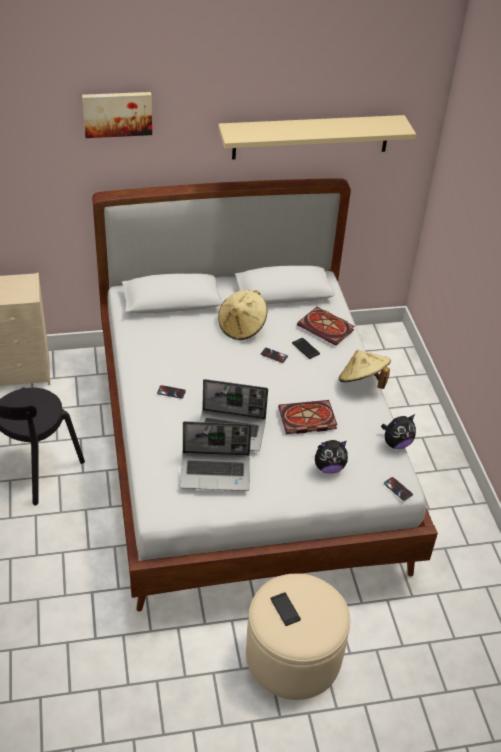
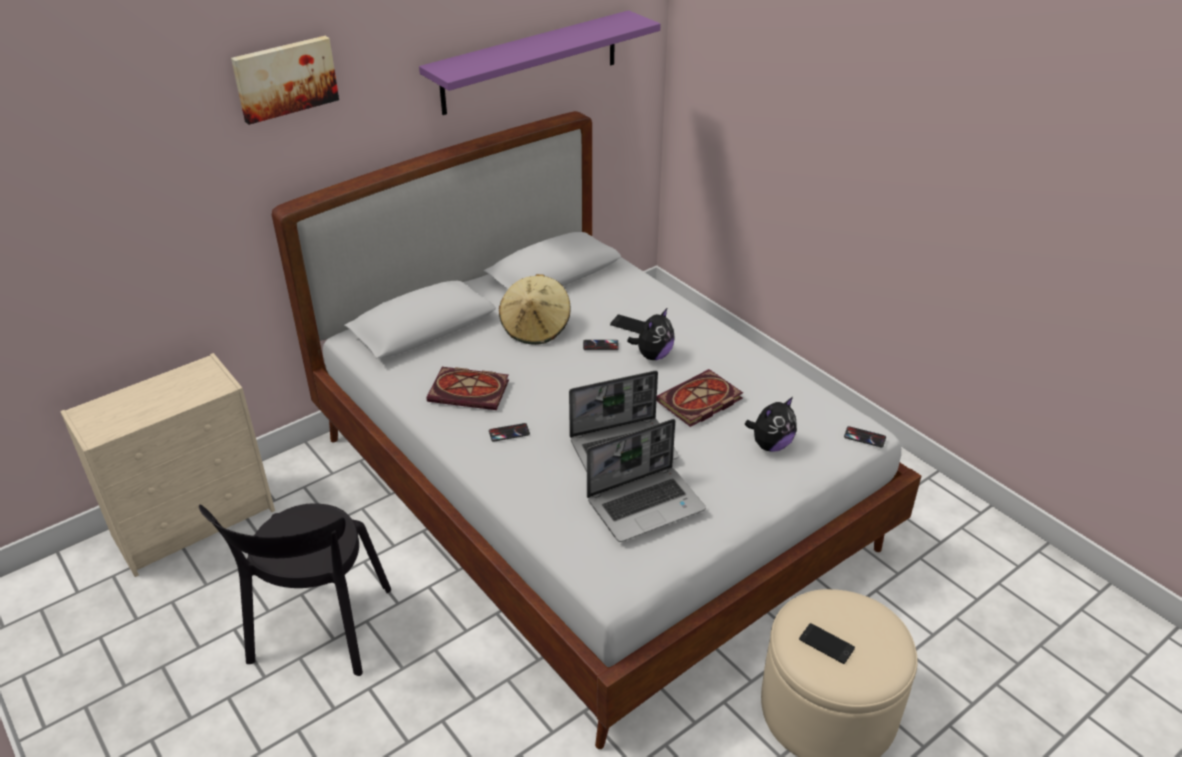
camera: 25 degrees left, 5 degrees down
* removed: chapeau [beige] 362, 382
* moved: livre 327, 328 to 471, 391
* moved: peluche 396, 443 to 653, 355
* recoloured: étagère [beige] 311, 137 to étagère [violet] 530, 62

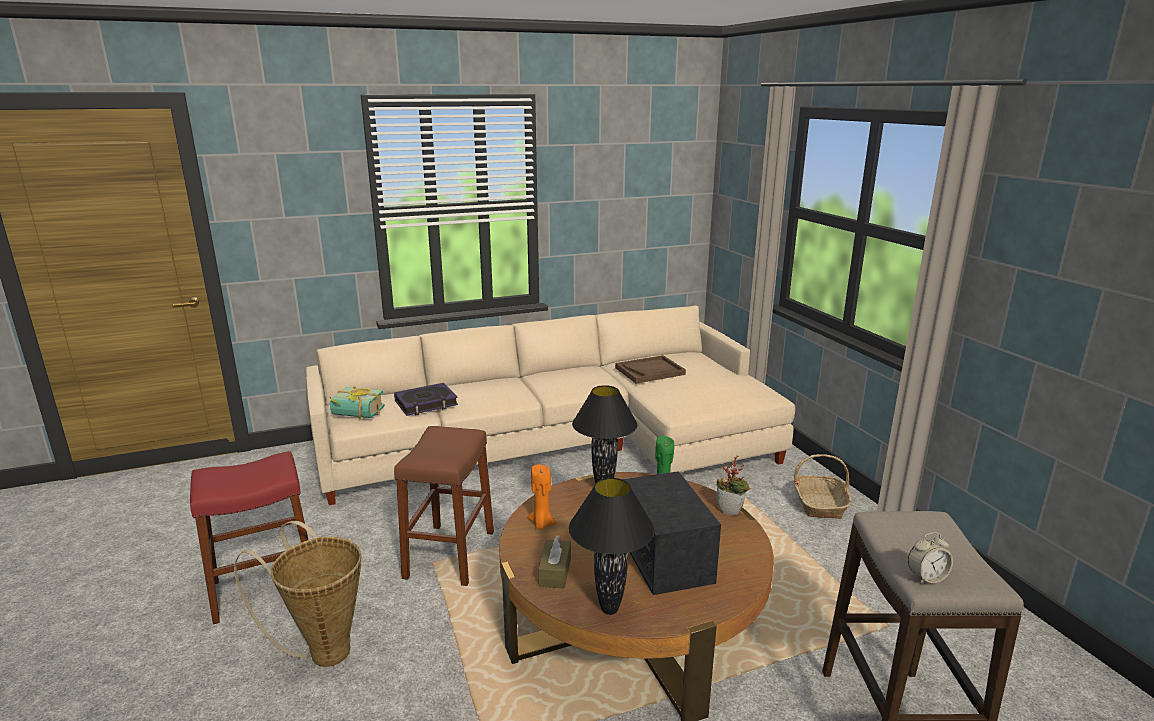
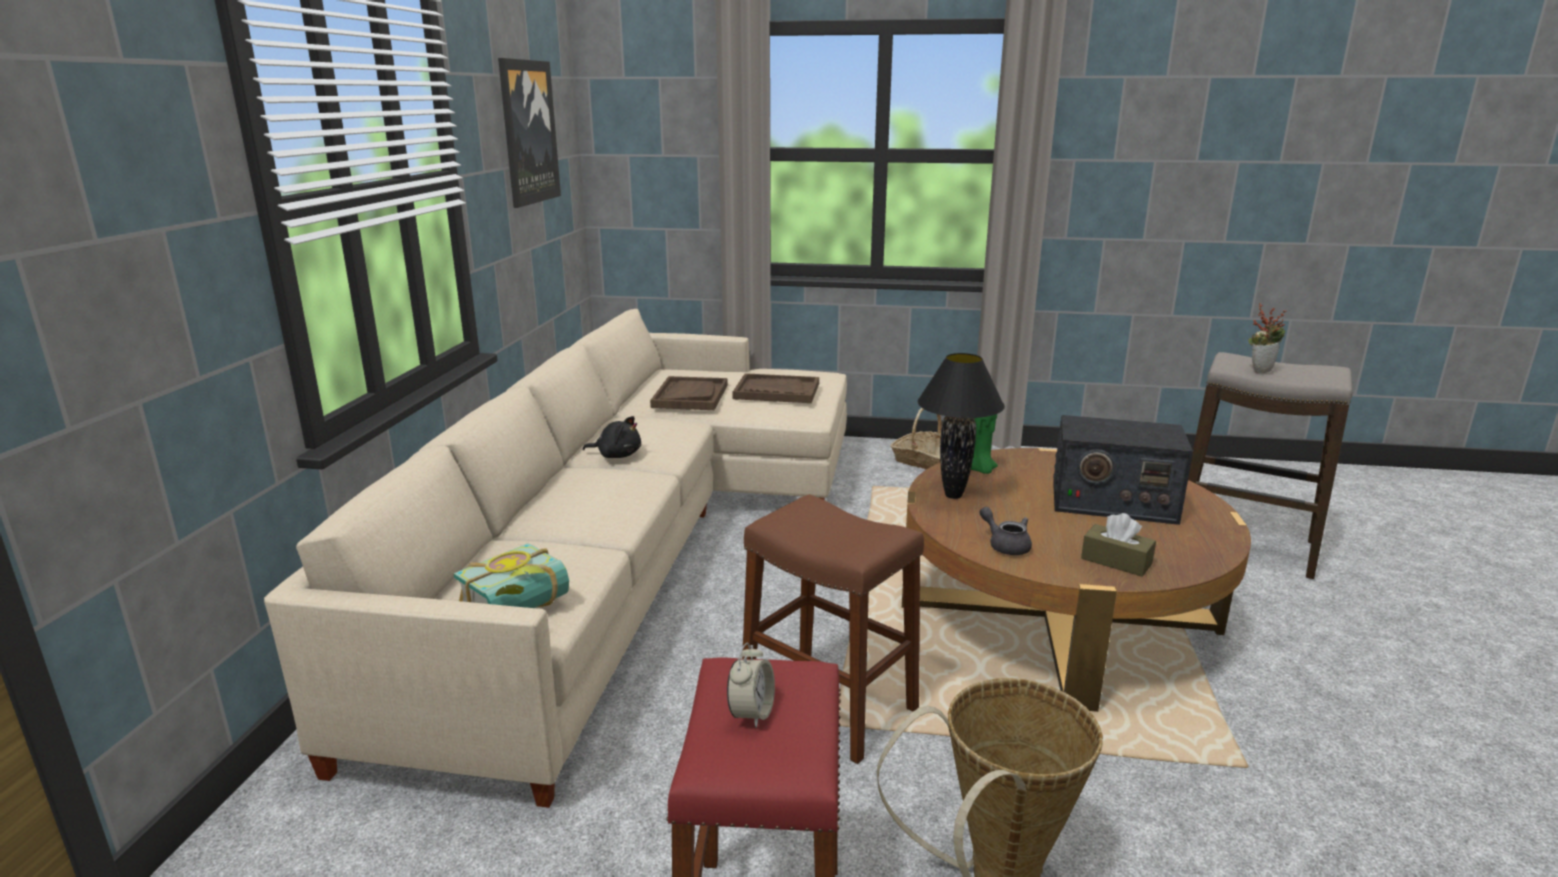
camera: 60 degrees left, 0 degrees up
* removed: livre 426, 403
* removed: lampe de table [noir] 609, 609
* added: tableau 528, 132
* added: peluche [noir] 617, 455
* added: plateau [marron] 776, 391
* moved: plante en pot 730, 511 to 1260, 370
* moved: réveil 926, 577 to 751, 713
* replaced: bougie [orange] 541, 524 to théière [gris] 1005, 545

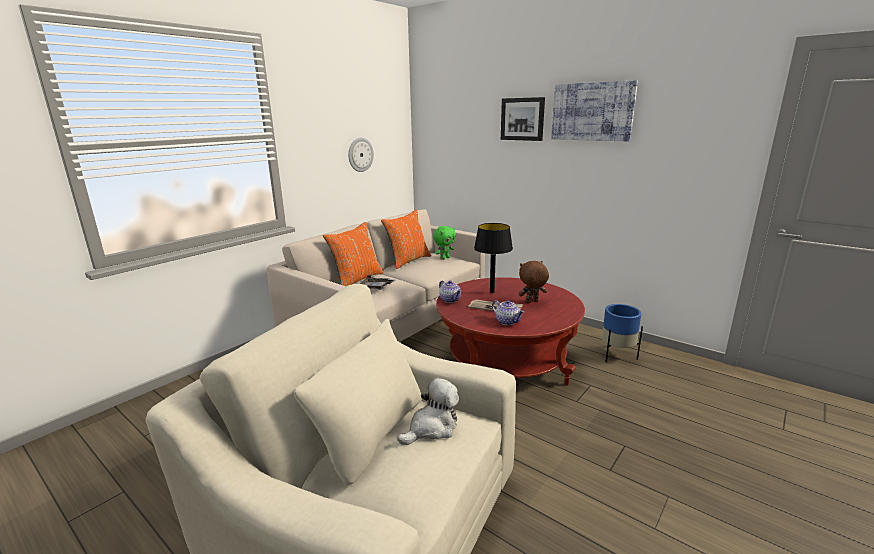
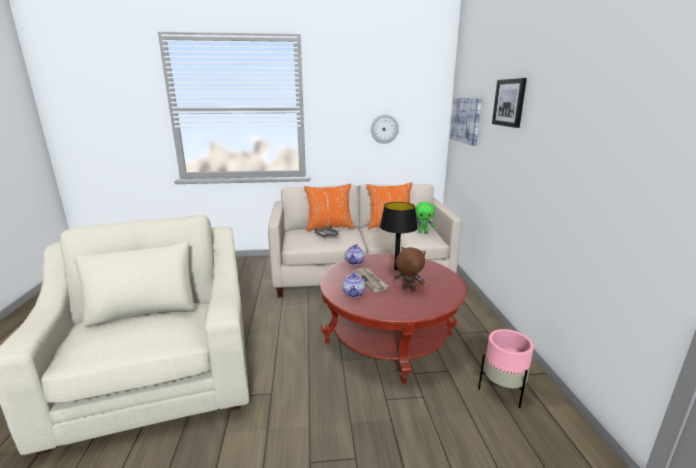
camera: 45 degrees right, 0 degrees up
* removed: peluche 432, 427
* moved: tableau 592, 111 to 465, 120
* recoloured: cache-pot [bleu] 616, 355 to cache-pot [rose] 501, 391

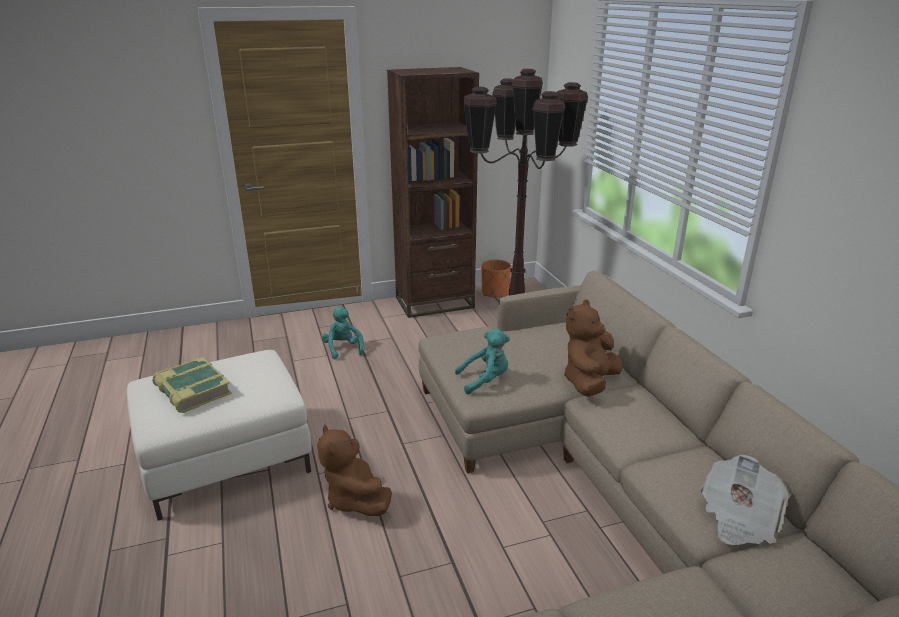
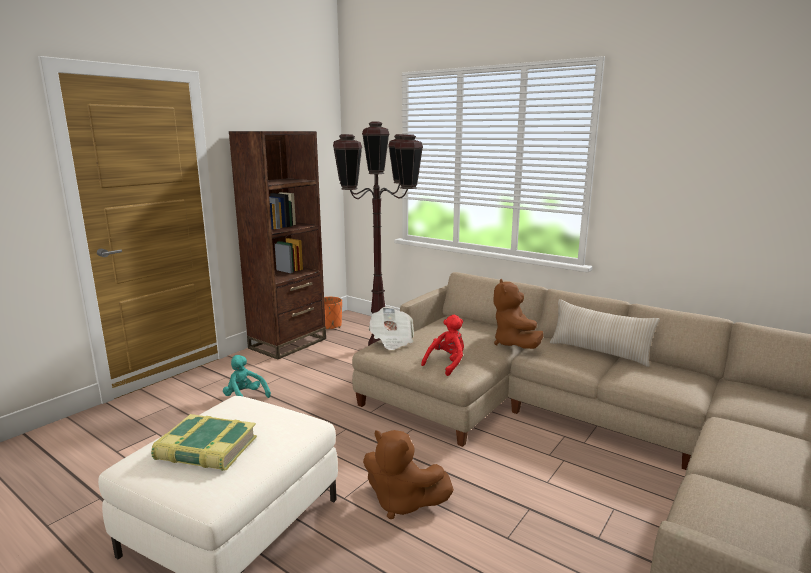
camera: 35 degrees left, 10 degrees down
* added: coussin [beige] 599, 352
* moved: journal 738, 518 to 391, 340
* recoloured: peluche [turquoise] 485, 380 to peluche [rouge] 447, 364

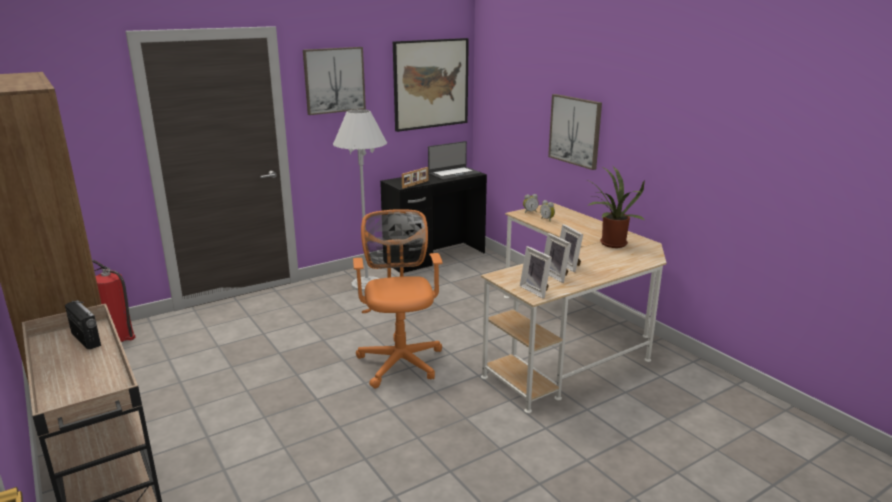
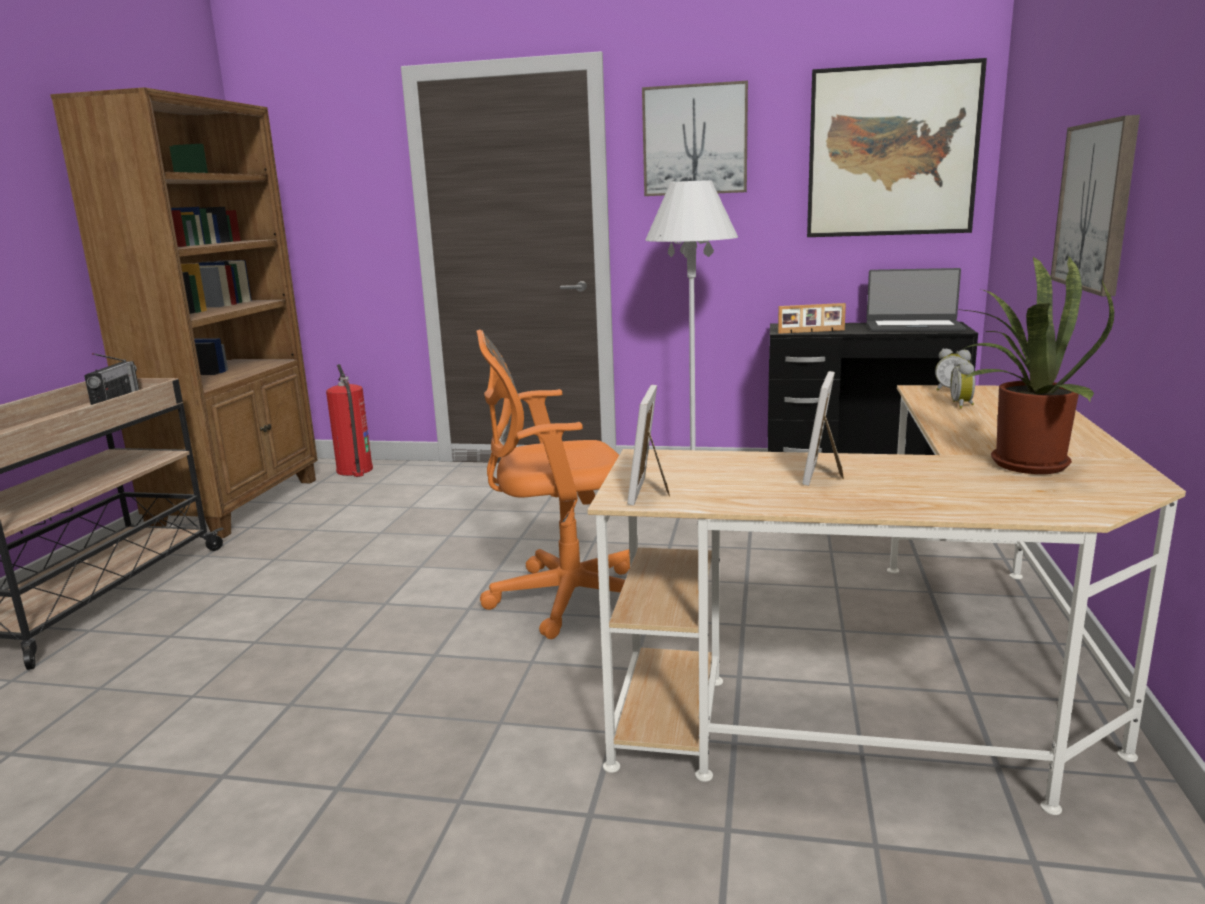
camera: 45 degrees right, 5 degrees down
* removed: cadre photo 556, 275
* turned: chaise de bureau [orange] 400, 360 = 563, 599 135 degrees counterclockwise

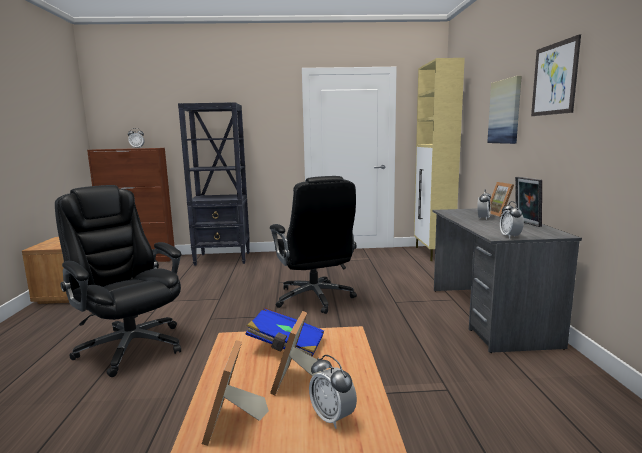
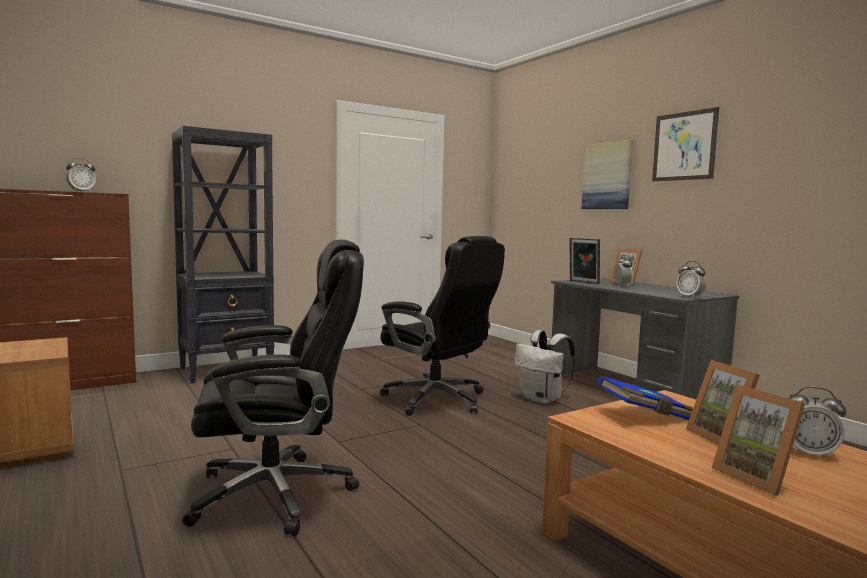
camera: 30 degrees left, 5 degrees down
* removed: meuble de rangement [beige] 433, 253
* added: sac à dos [blanc] 542, 399
* moved: cadre photo 526, 223 to 583, 282
* turned: chaise de bureau [noir] 131, 346 = 277, 494 150 degrees clockwise

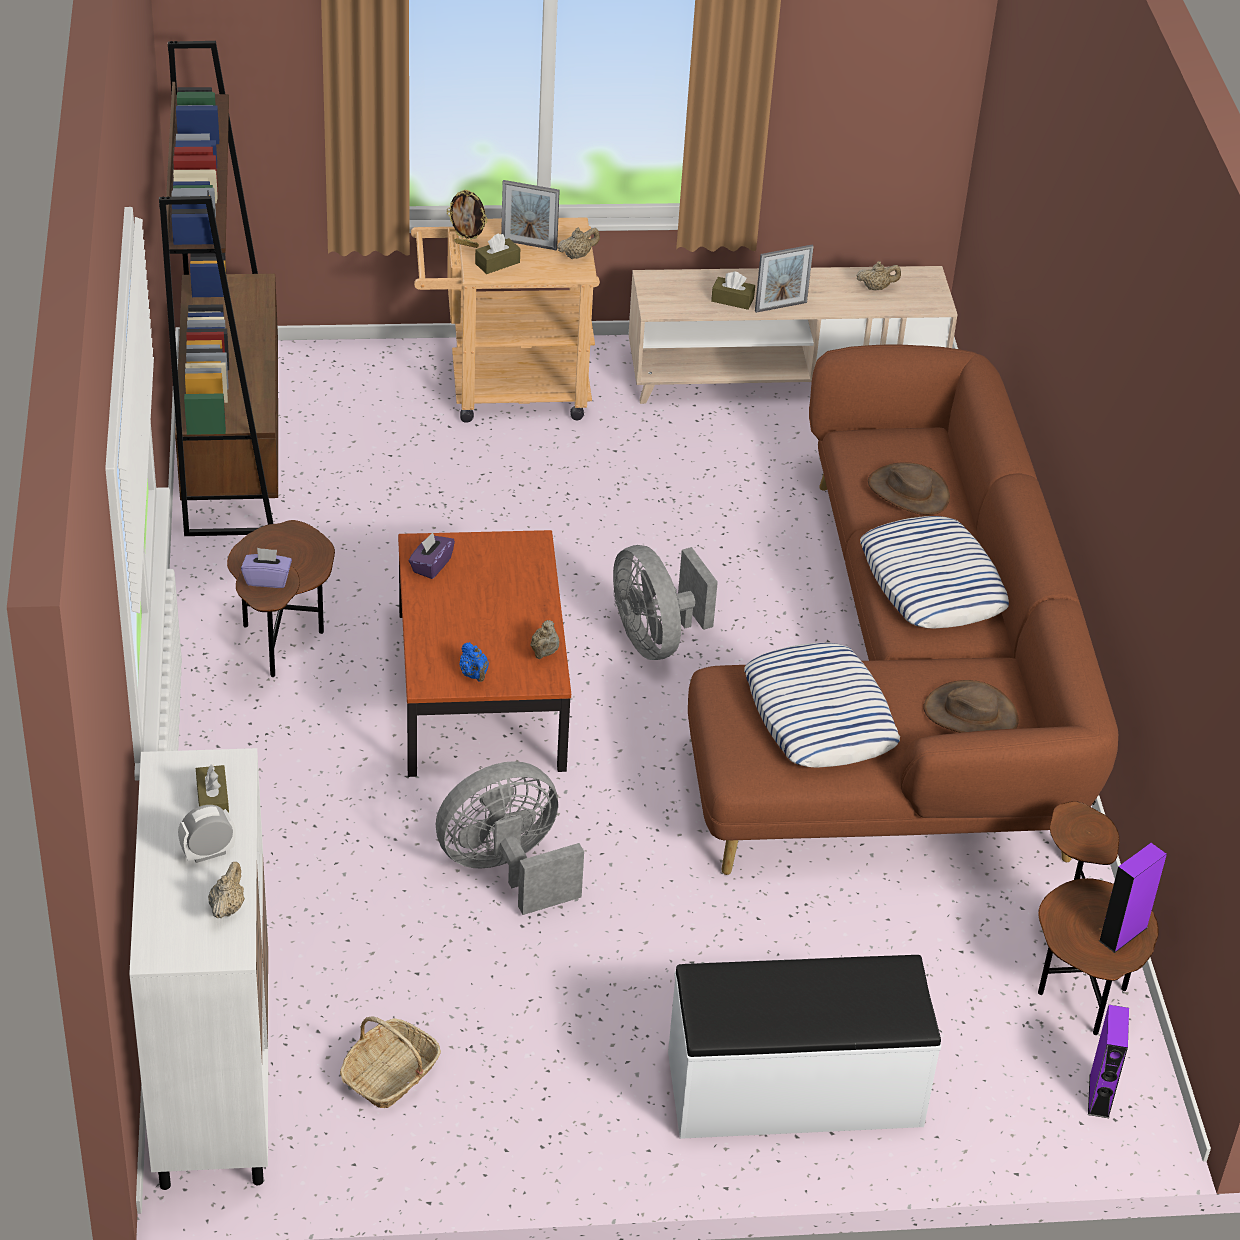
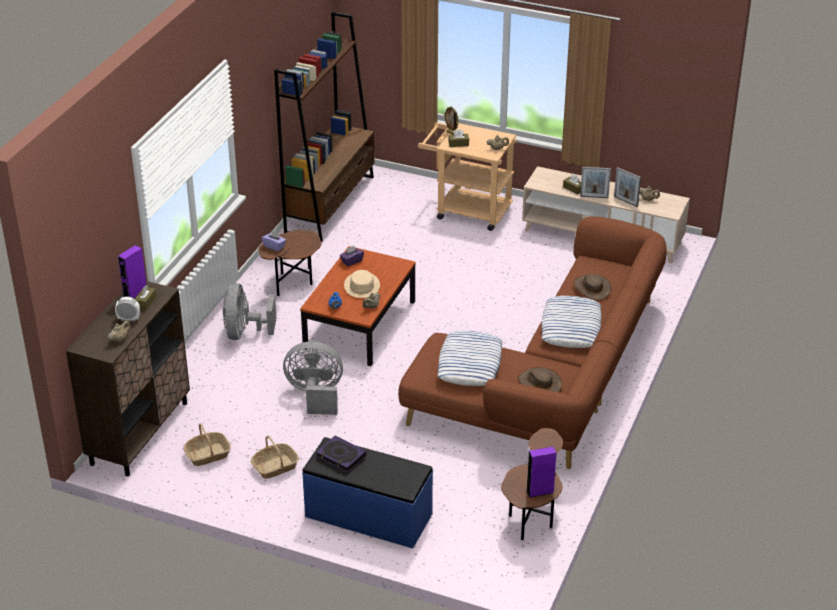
camera: 30 degrees right, 5 degrees down
* added: panier 275, 467
* added: livre 341, 457
* added: chapeau [beige] 362, 286
* moved: cadre photo 529, 244 to 625, 201
* moved: ventilateur [gris] 655, 639 to 244, 333
* moved: enceinte [violet] 1099, 1096 to 135, 293
* recoloured: meuble de rangement [blanc] 213, 1076 to meuble de rangement [marron] 140, 433
* recoloured: banc [blanc] 795, 1091 to banc [bleu] 368, 516

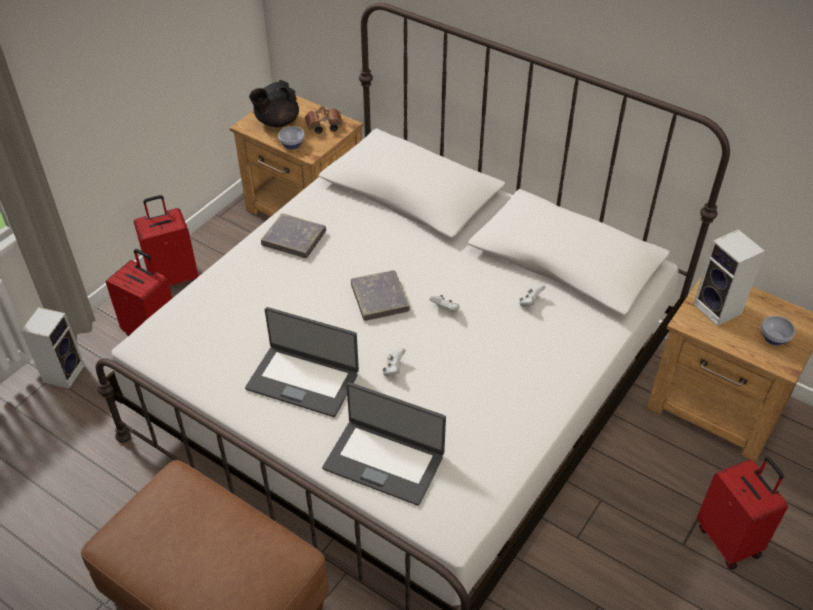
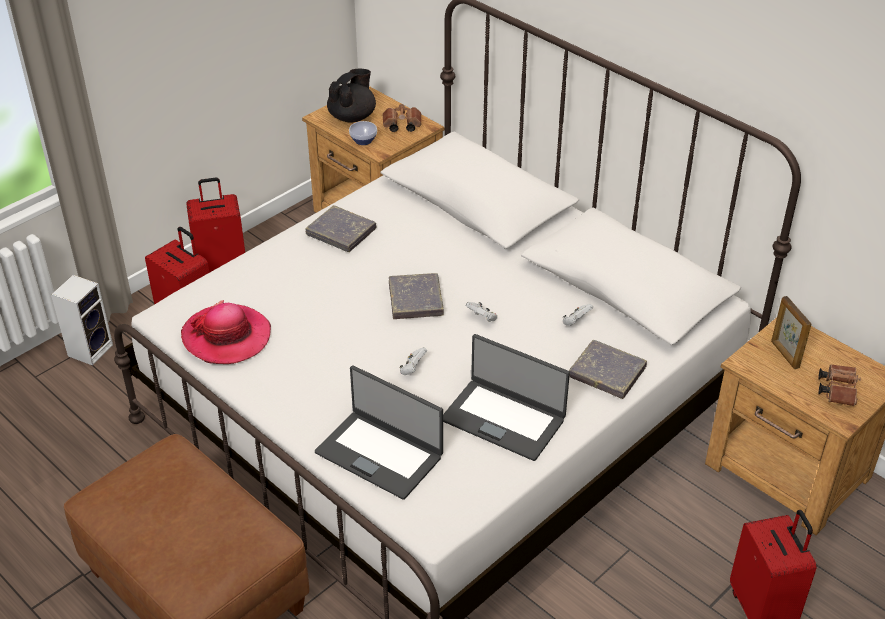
camera: 10 degrees right, 5 degrees down
* added: chapeau 227, 337
* added: livre [gris] 607, 373
* moved: ordinateur portable 303, 380 to 503, 419
* replaced: enceinte 719, 309 to cadre photo 784, 354
* replaced: bol 773, 338 to jumelles [marron] 837, 390
* turned: théière [noir] 276, 122 = 352, 117 150 degrees clockwise

